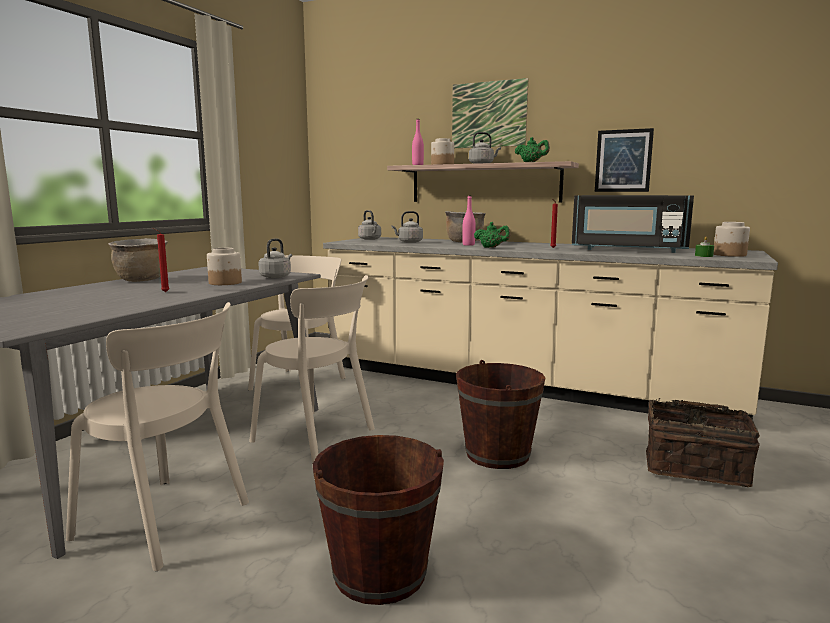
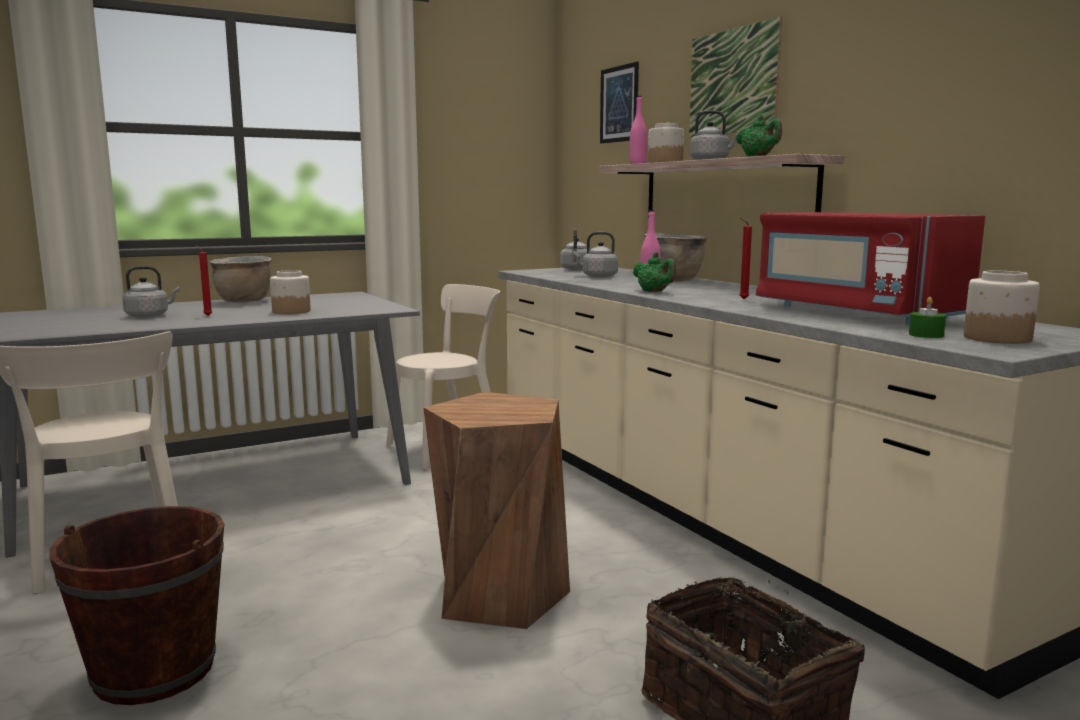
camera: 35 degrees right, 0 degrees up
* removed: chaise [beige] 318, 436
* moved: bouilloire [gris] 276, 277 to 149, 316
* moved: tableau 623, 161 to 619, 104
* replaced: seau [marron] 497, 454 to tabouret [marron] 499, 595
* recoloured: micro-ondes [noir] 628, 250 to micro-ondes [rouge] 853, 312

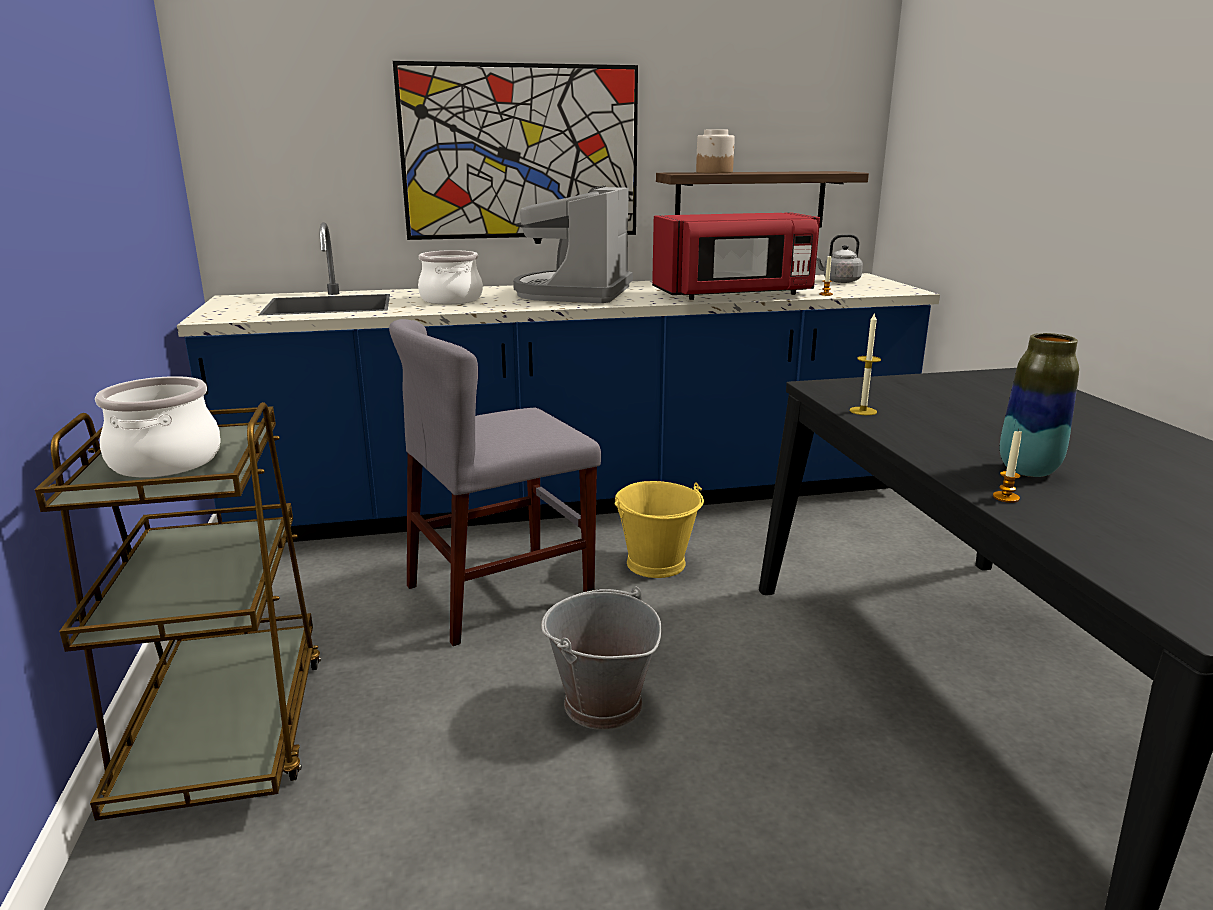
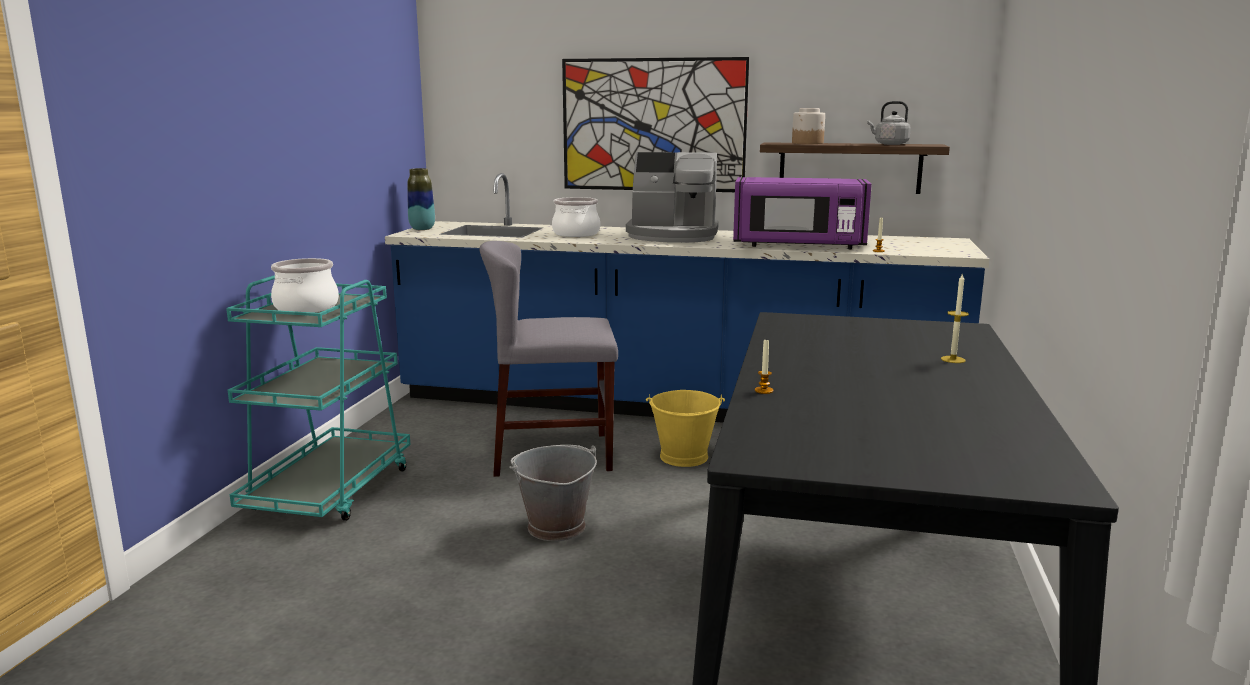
camera: 25 degrees right, 5 degrees down
* moved: bouilloire [gris] 839, 281 to 889, 144
* moved: bougie 863, 411 to 953, 359
* moved: vase 1028, 470 to 422, 229
* recoloured: chariot [marron] 227, 732 to chariot [turquoise] 330, 491
* recoloured: micro-ondes [rouge] 734, 294 to micro-ondes [violet] 798, 245
* turned: machine à café 574, 293 = 673, 236 120 degrees counterclockwise

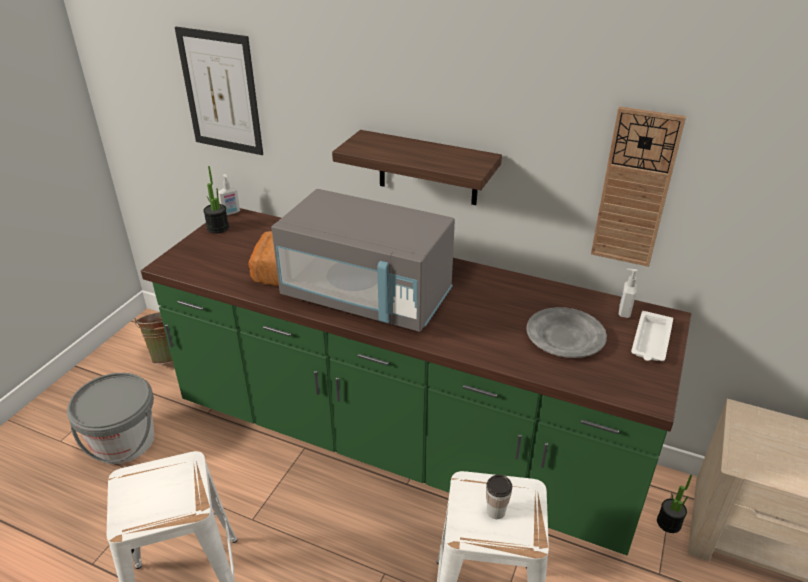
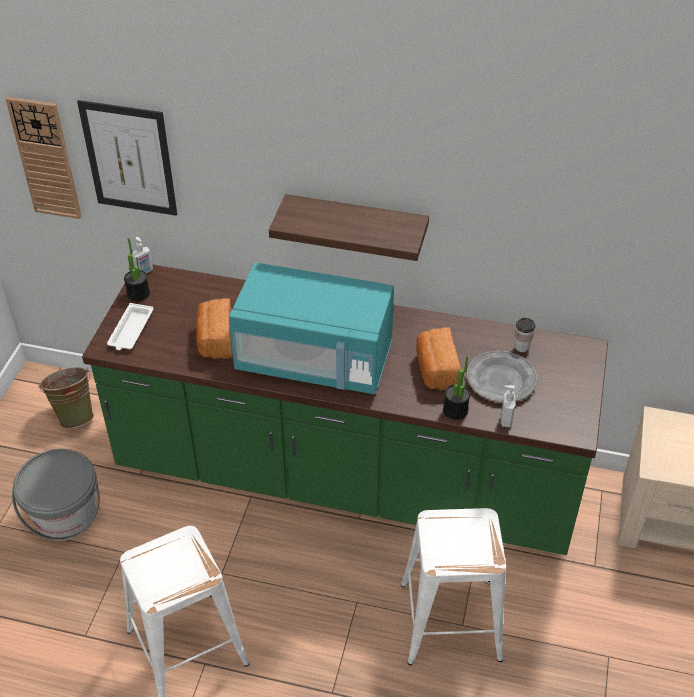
camera: 10 degrees left, 10 degrees up
* added: pain 436, 370
* moved: tasse 496, 511 to 522, 347
* moved: horloge murale 635, 189 to 46, 159
* moved: distributeur de savon 623, 312 to 505, 420
* moved: plateau [blanc] 651, 341 to 130, 331
* moved: plante en pot 669, 523 to 455, 410
* recoloured: micro-ondes [gris] 367, 297 to micro-ondes [turquoise] 315, 360

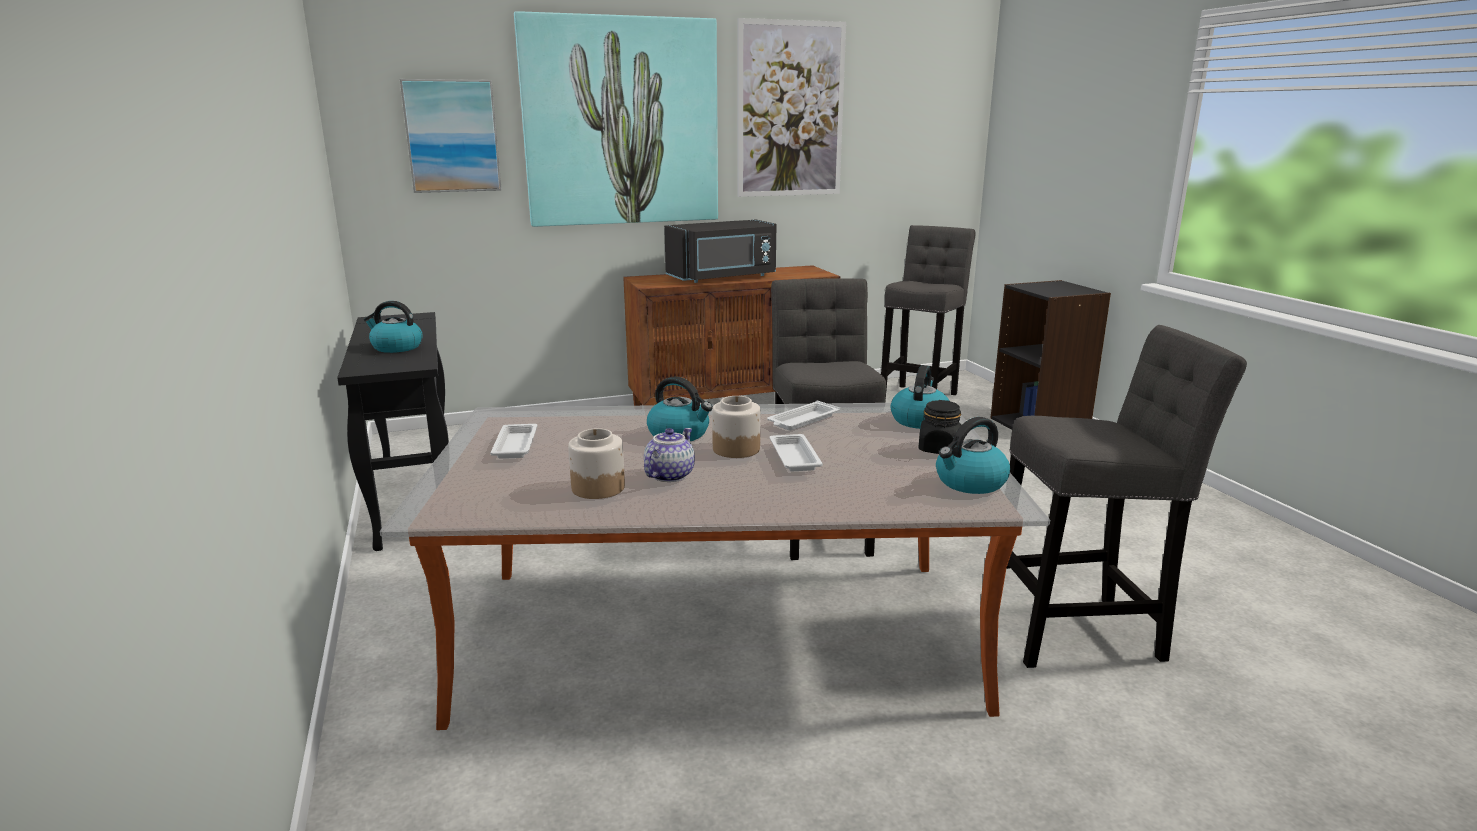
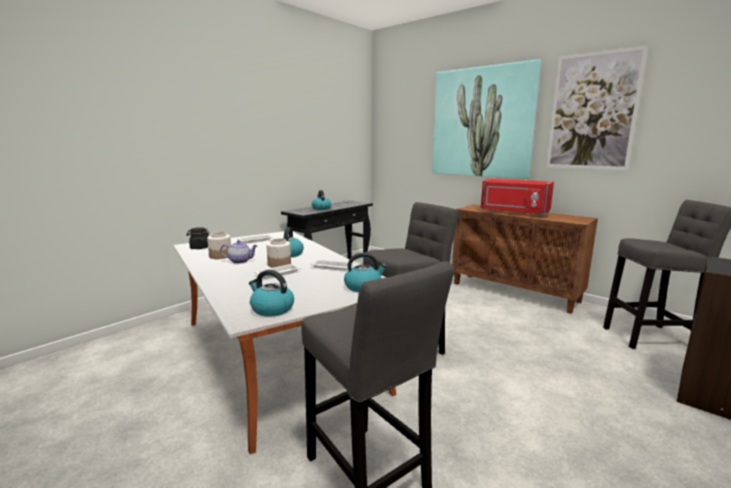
camera: 60 degrees right, 5 degrees down
* removed: tableau 452, 136
* moved: bocal [noir] 939, 449 to 199, 247
* recoloured: micro-ondes [noir] 723, 277 to micro-ondes [rouge] 514, 213

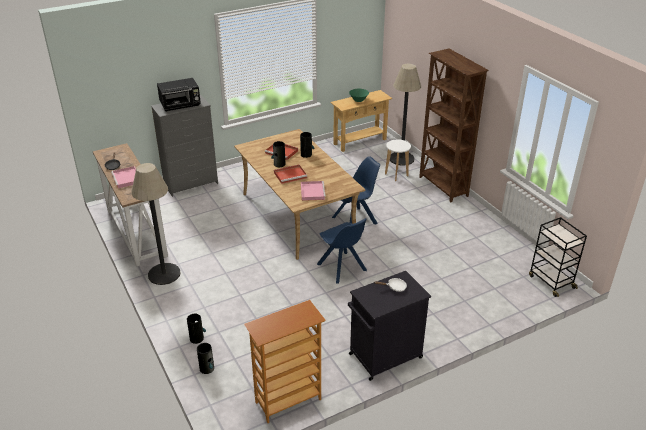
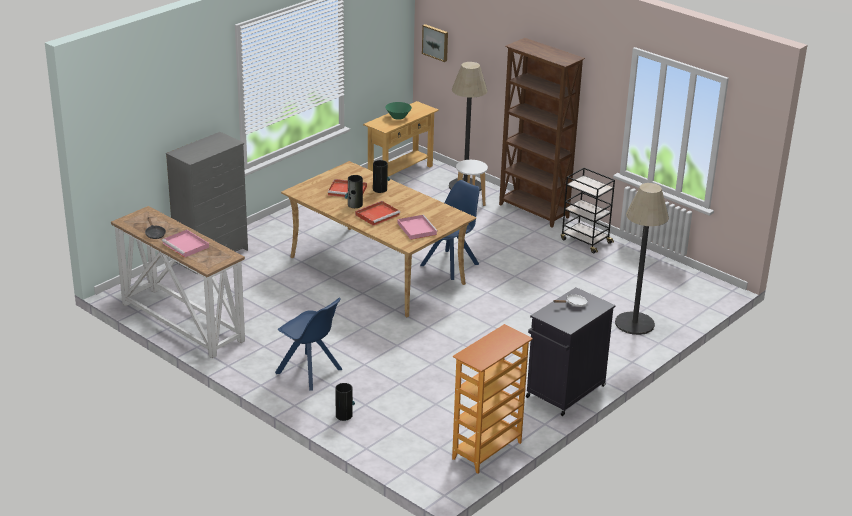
camera: 20 degrees left, 5 degrees down
* removed: micro-ondes [noir] 181, 105
* removed: vase 207, 368
* added: tableau 436, 42
* moved: lampadaire 164, 274 to 634, 323
* moved: chaise [bleu] 342, 268 to 310, 372
* moved: chariot [noir] 551, 281 to 585, 241

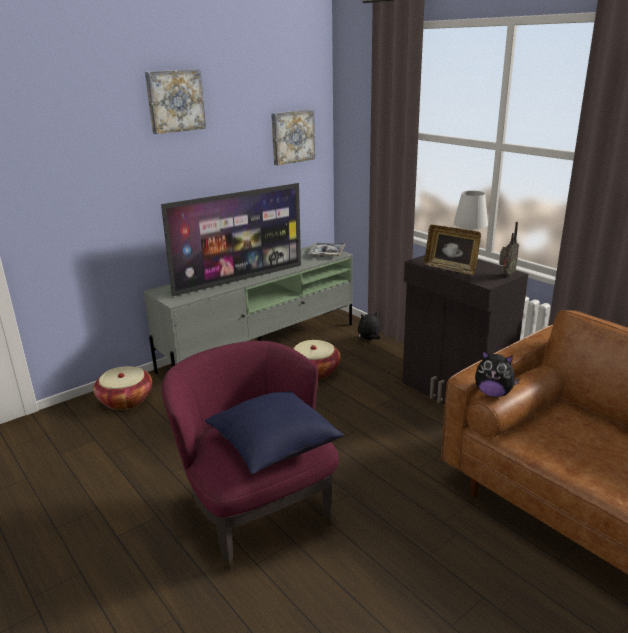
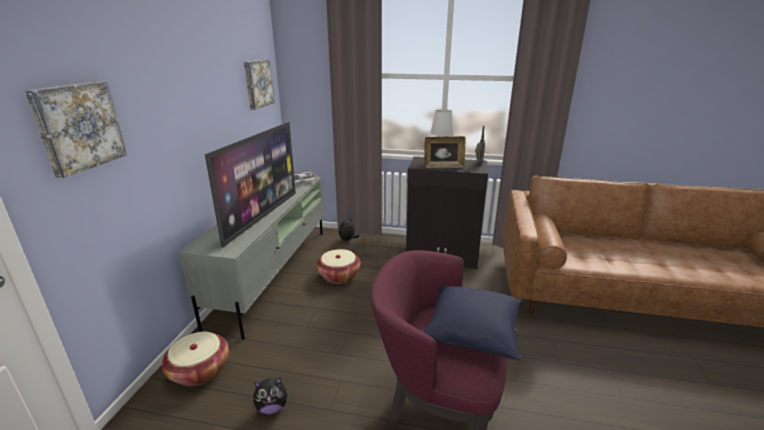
camera: 40 degrees left, 0 degrees up
* moved: tableau 175, 101 to 78, 126
* moved: peluche 493, 393 to 272, 407

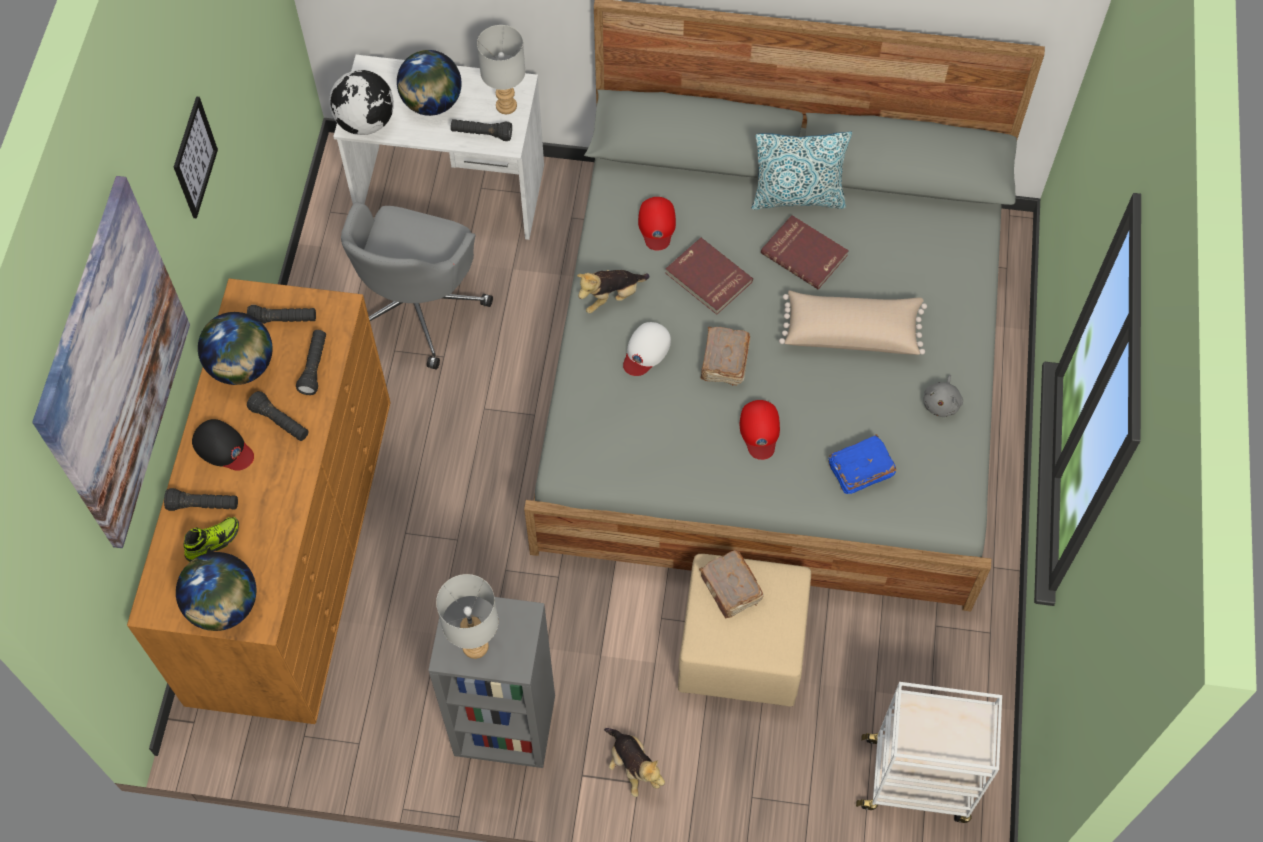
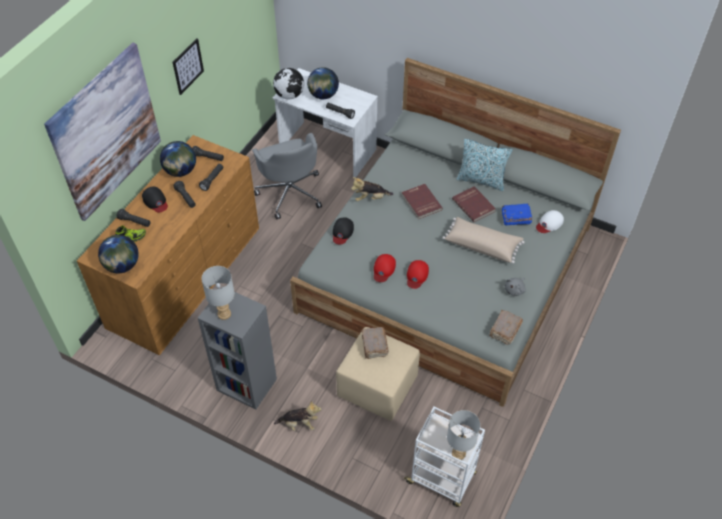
camera: 20 degrees right, 10 degrees down
* added: casquette [noir] 342, 232
* moved: lampe de table [gris] 507, 106 to 459, 454
* moved: casquette [blanc] 646, 350 to 549, 223
* moved: casquette [rouge] 657, 225 to 383, 269
* moved: livre [marron] 724, 362 to 504, 331
* moved: livre [bleu] 859, 470 to 515, 218
* turned: chaise de bureau [gris] 417, 307 = 290, 192 60 degrees counterclockwise
* turned: peluche 632, 767 = 299, 424 75 degrees counterclockwise

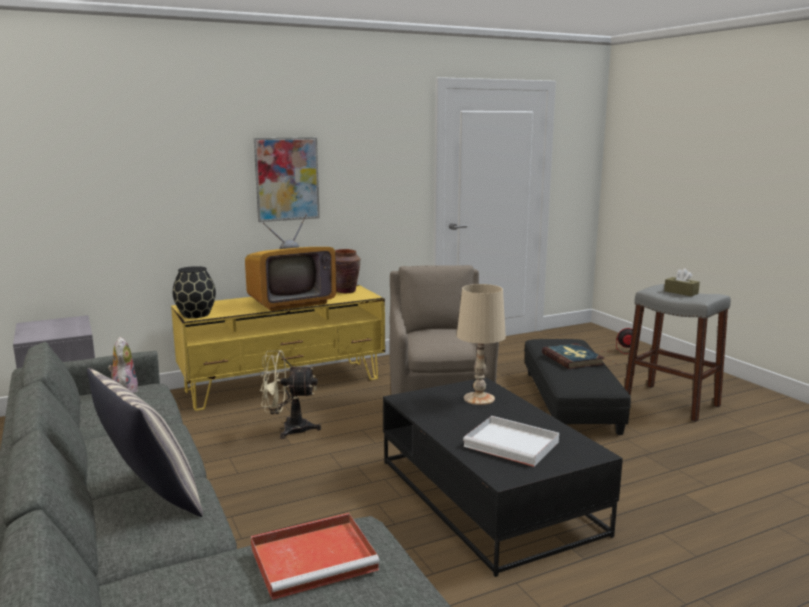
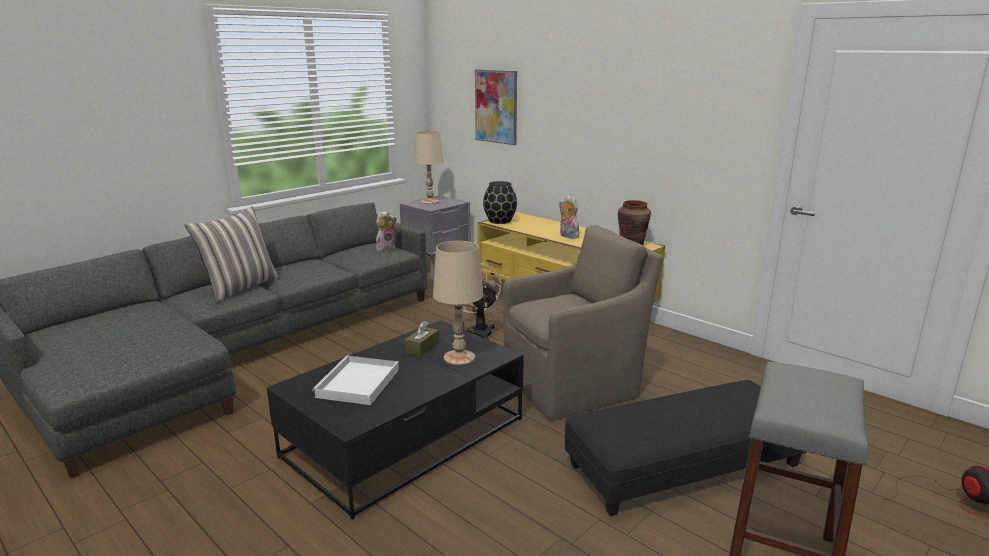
camera: 70 degrees right, 5 degrees up
* removed: plateau [rouge] 316, 558
* removed: livre 572, 359
* added: lampe de table [beige] 430, 202
* moved: tableau 287, 179 to 496, 106
* moved: boîte à mouchoirs [marron] 681, 292 to 422, 348
* replaced: téléviseur 291, 302 to peluche 567, 236

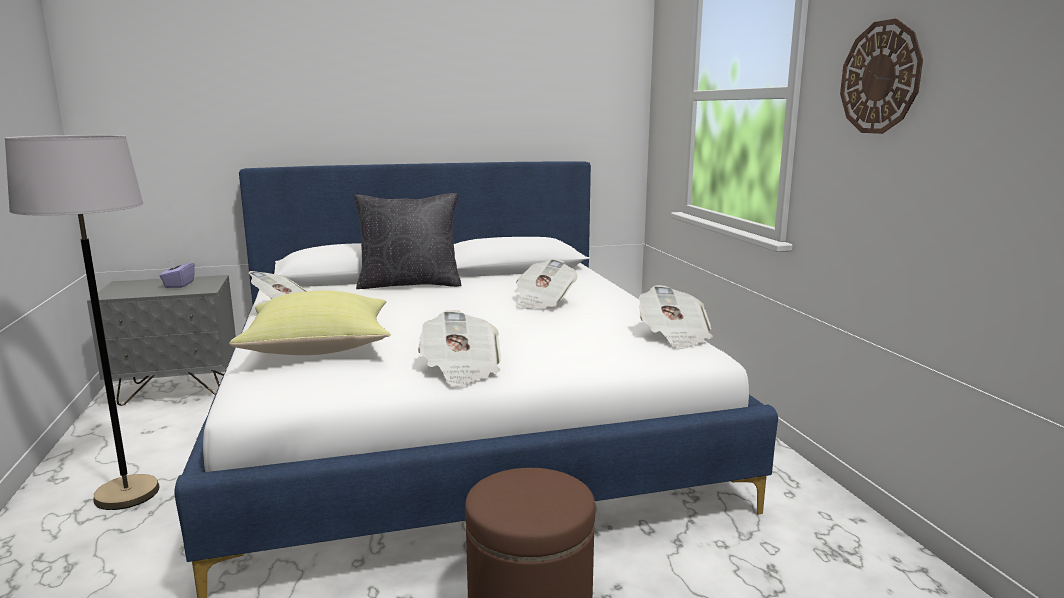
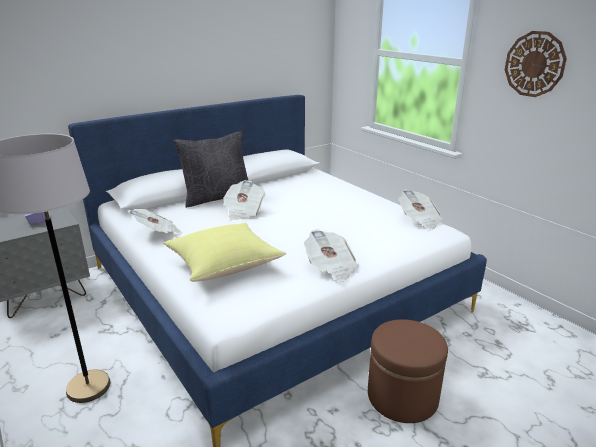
camera: 20 degrees left, 10 degrees up
* moved: journal 542, 302 to 243, 211

